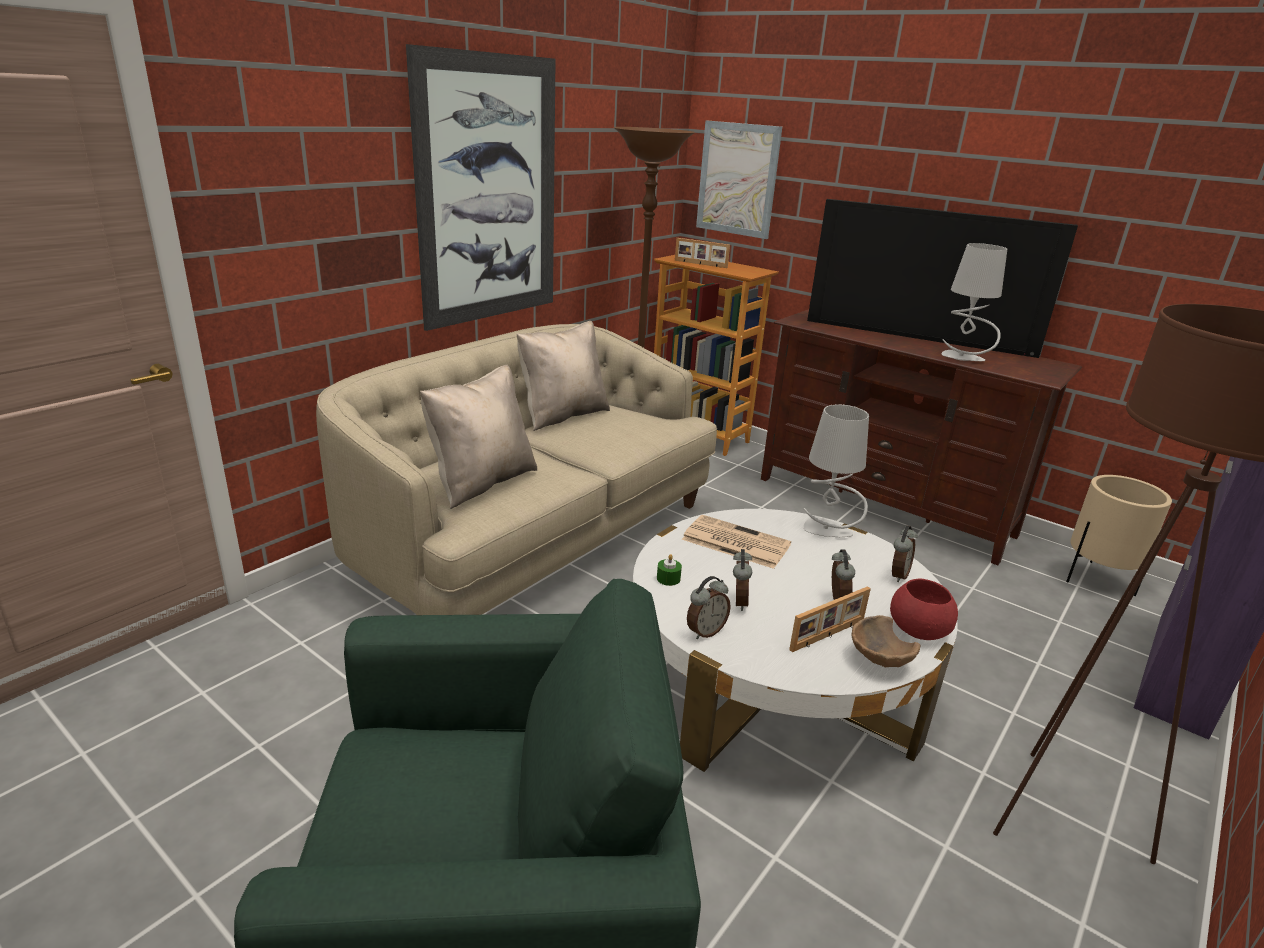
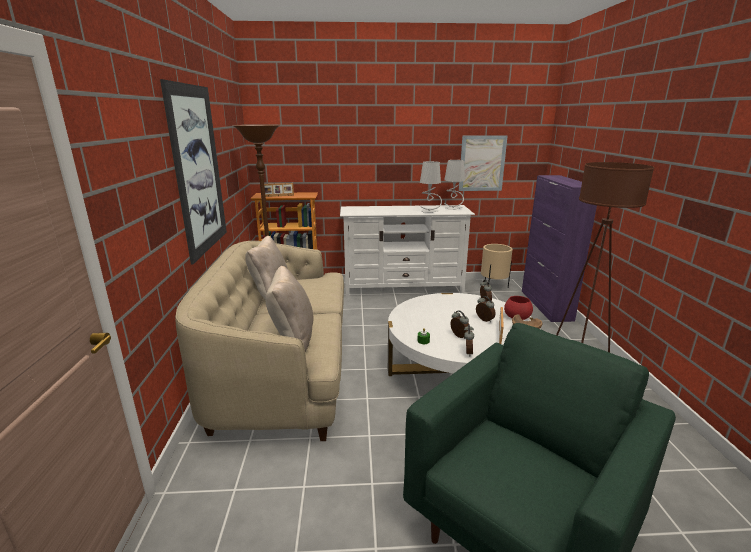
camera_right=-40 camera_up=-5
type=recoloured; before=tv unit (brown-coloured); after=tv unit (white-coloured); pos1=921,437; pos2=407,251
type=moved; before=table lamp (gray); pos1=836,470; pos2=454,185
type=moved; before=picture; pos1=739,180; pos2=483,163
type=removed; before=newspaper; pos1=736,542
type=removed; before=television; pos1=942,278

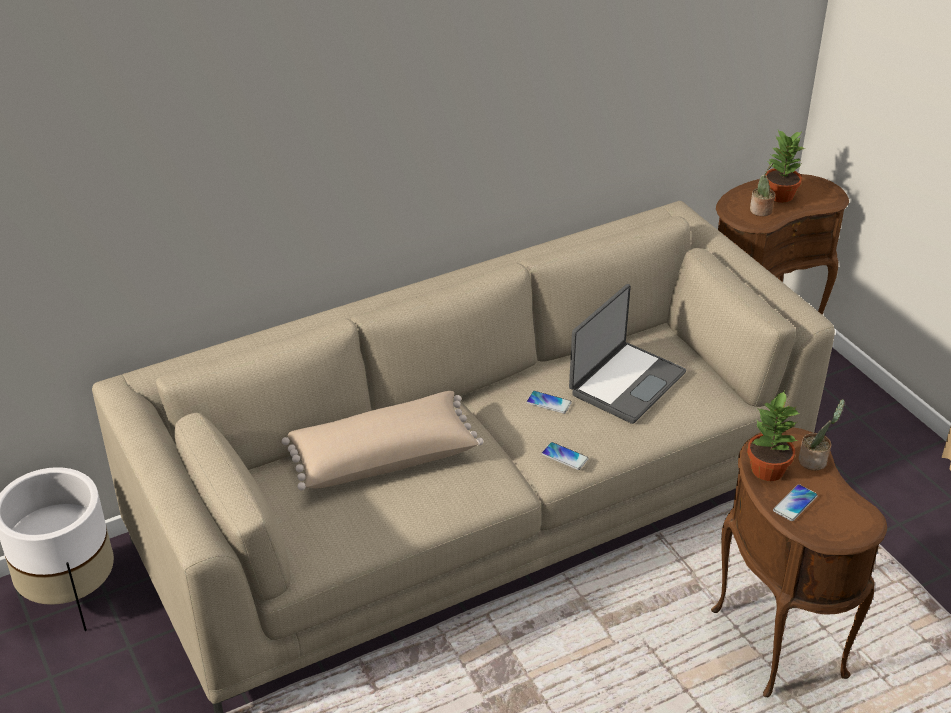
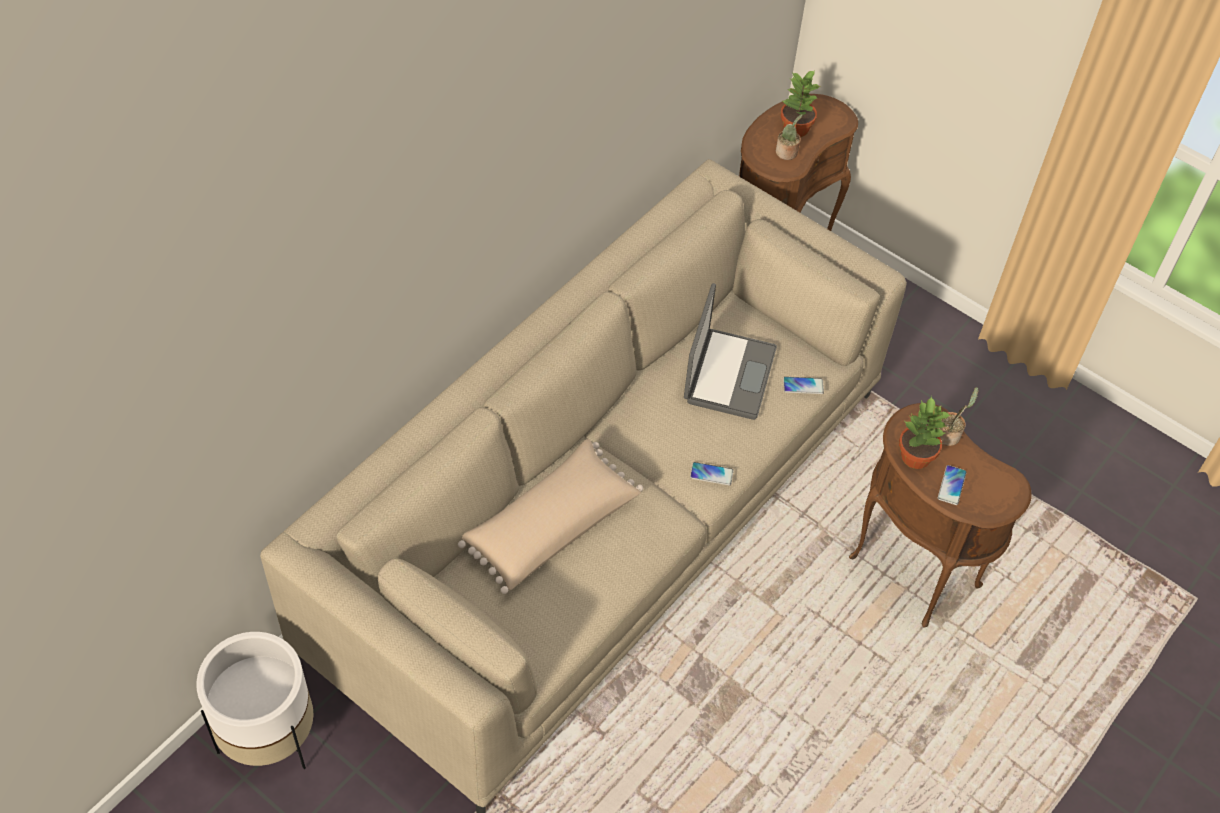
camera_right=-25 camera_up=15
type=moved; before=phone; pos1=549,402; pos2=803,385

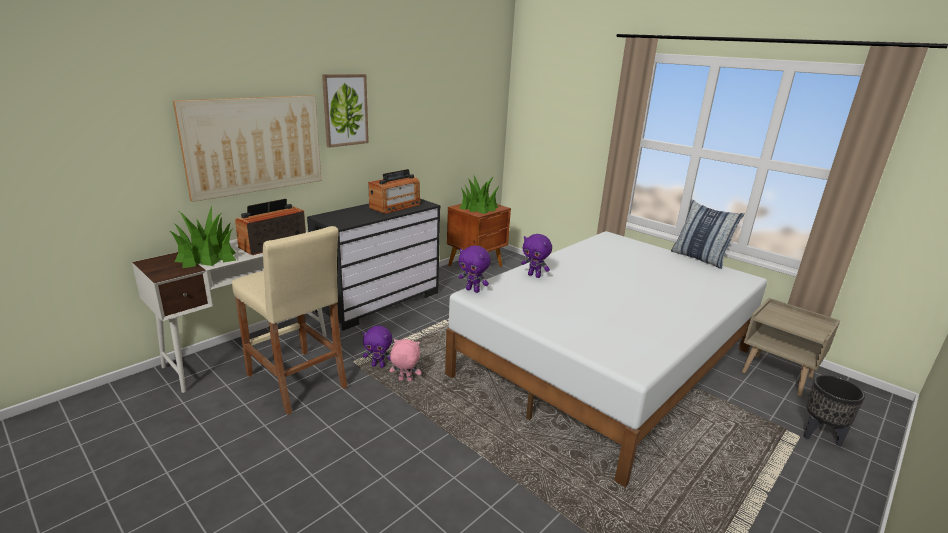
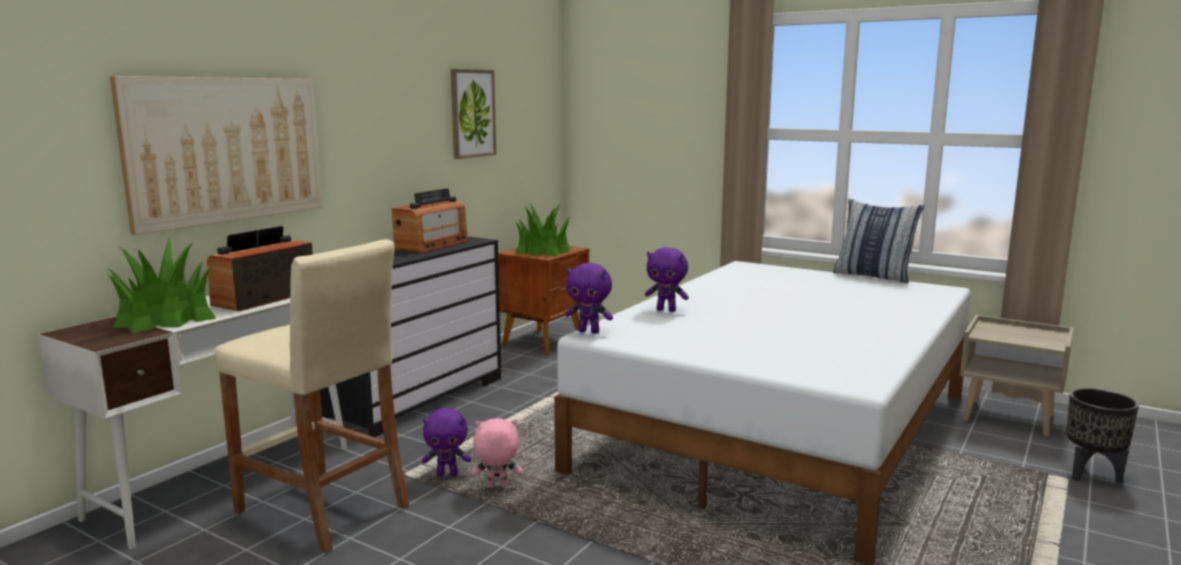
camera_right=-10 camera_up=-10
type=moved; before=picture; pos1=345,111; pos2=473,114

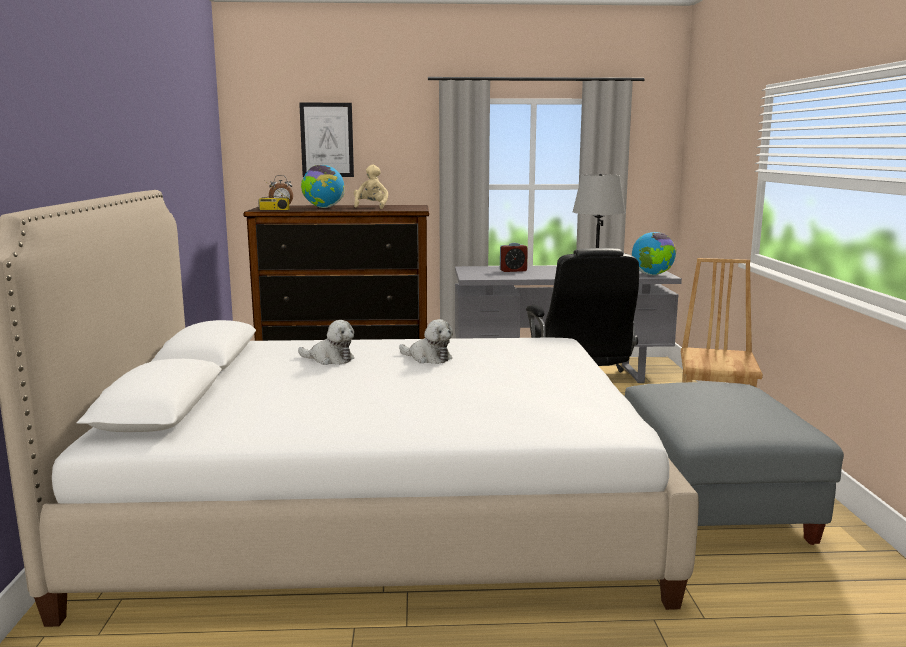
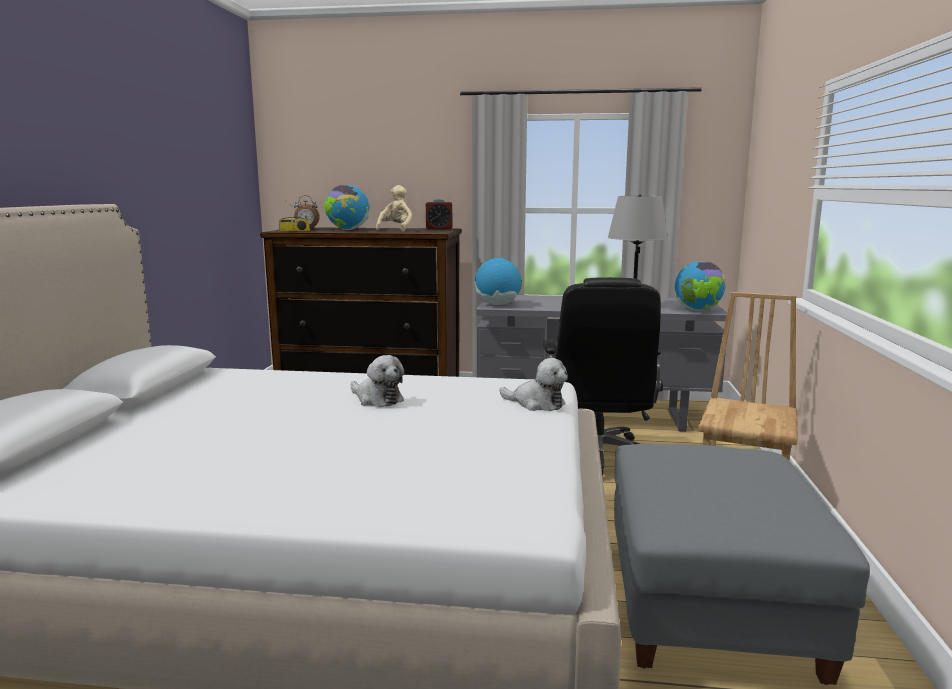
camera_right=10 camera_up=0
type=moved; before=bedside clock; pos1=514,257; pos2=439,214
type=added; after=world globe; pos2=498,281
type=moved; before=cuddly toy; pos1=326,342; pos2=534,384
type=removed; before=picture; pos1=326,140

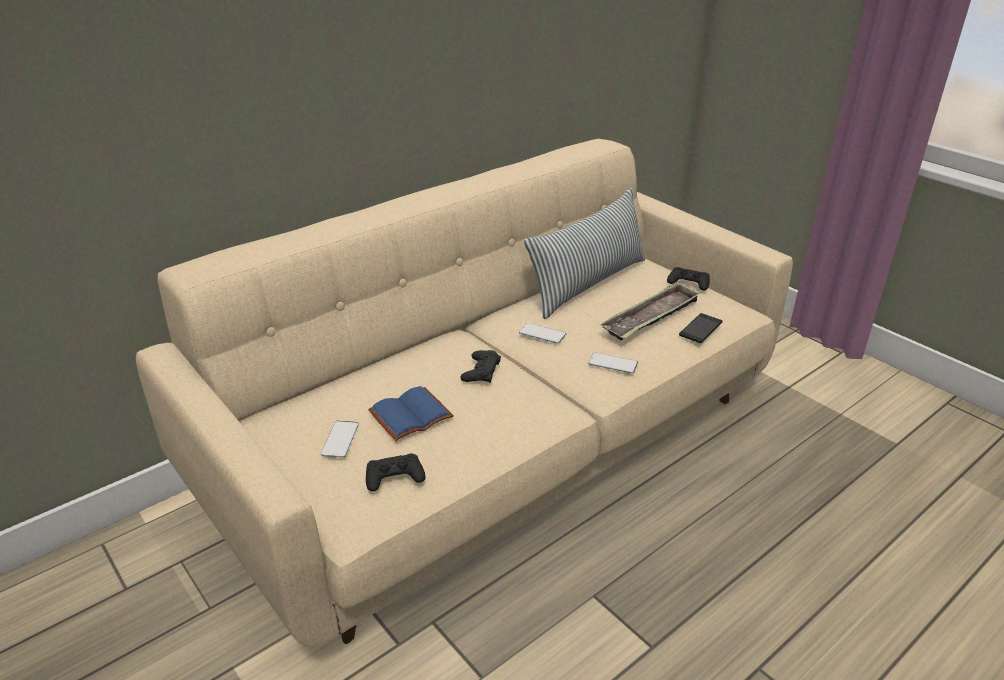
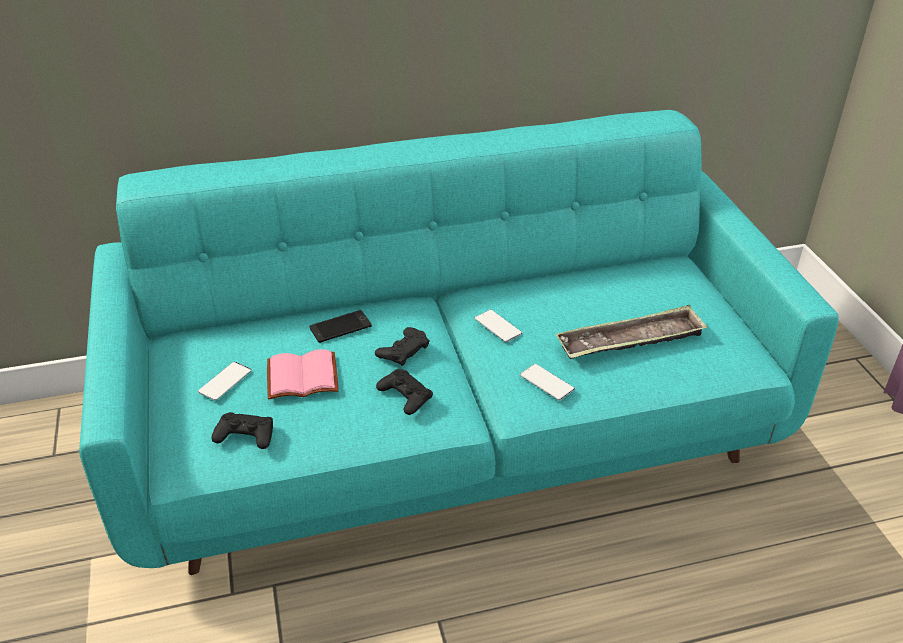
camera_right=25 camera_up=5
type=recoloured; before=couch (sand-coloured); after=couch (turquoise); pos1=464,393; pos2=459,342
type=recoloured; before=book (bluish); after=book (pink); pos1=411,413; pos2=303,374
type=moved; before=phone; pos1=700,328; pos2=340,326
type=moved; before=game controller (blackish); pos1=688,279; pos2=404,392
type=removed; before=cushion; pos1=584,253

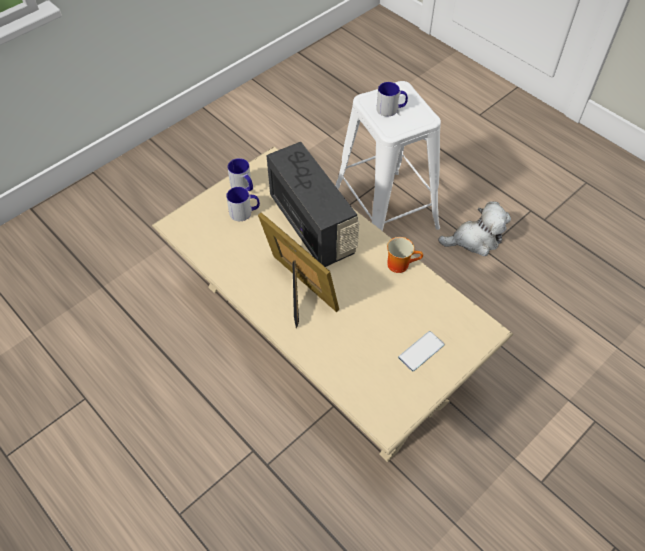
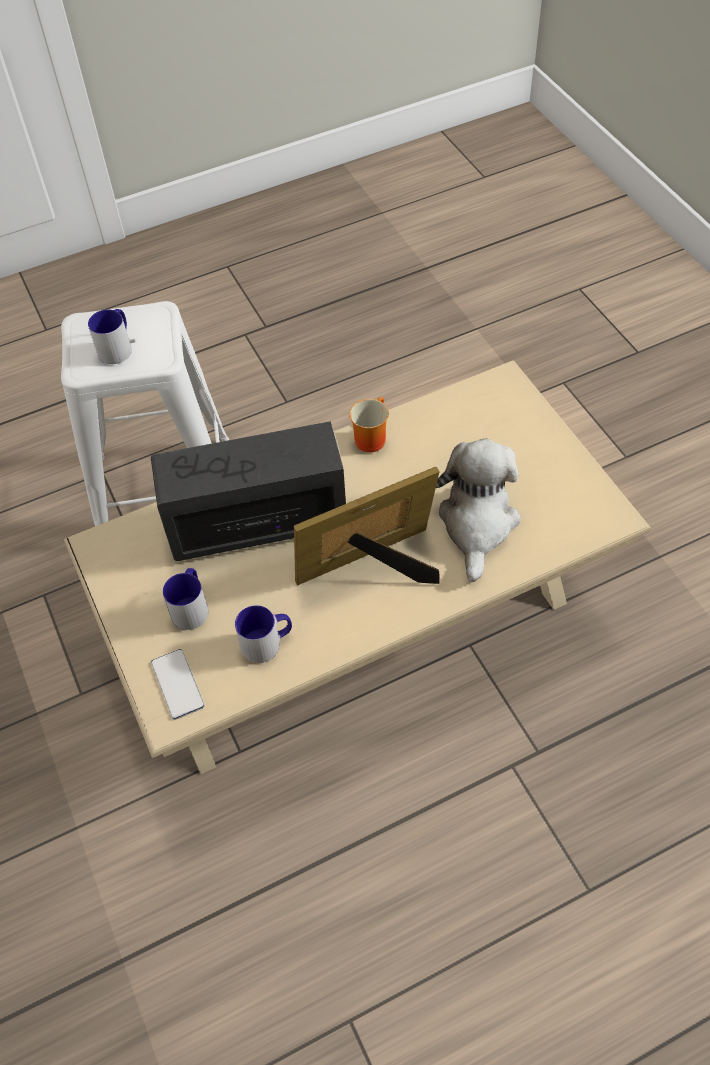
camera_right=-70 camera_up=0
type=moved; before=phone; pos1=421,351; pos2=177,684
type=moved; before=mug; pos1=240,174; pos2=263,634
type=moved; before=cuddly toy; pos1=474,228; pos2=478,510

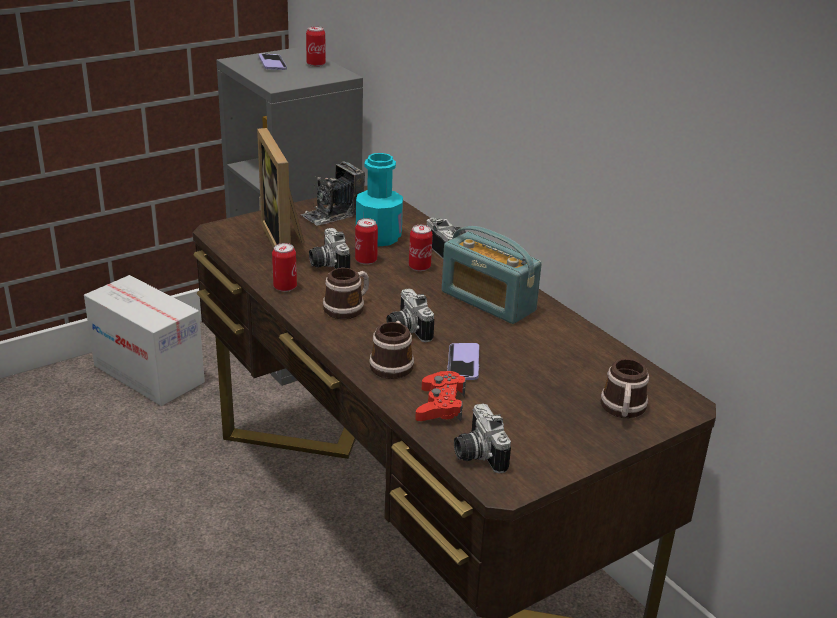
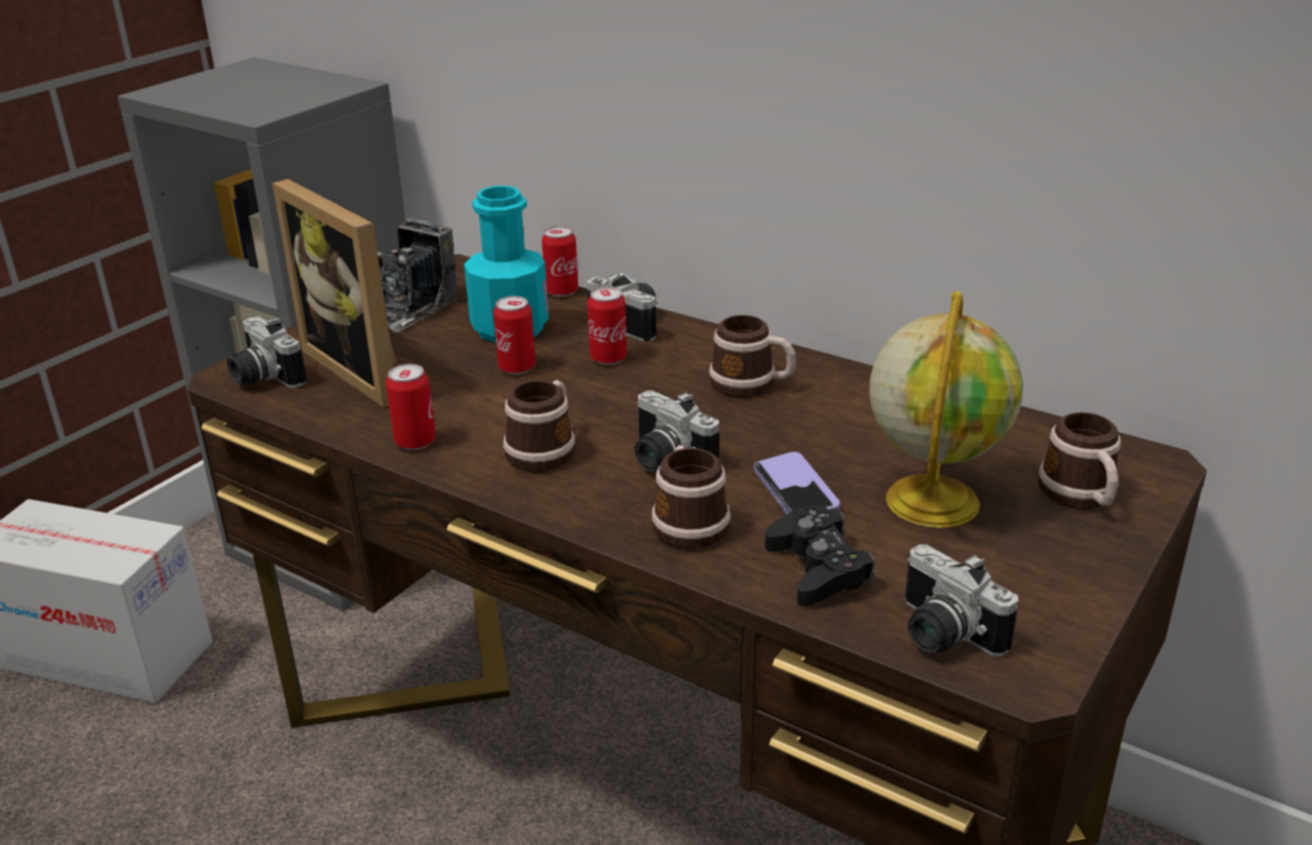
camera_right=-20 camera_up=0
type=moved; before=photo camera; pos1=329,248; pos2=266,352
type=moved; before=metal can; pos1=316,46; pos2=560,261
type=replaced; before=radio receiver; after=mug; pos1=492,275; pos2=752,356
type=recoloured; before=game controller (reddish); after=game controller (blackish); pos1=440,396; pos2=820,556
type=added; after=world globe; pos2=946,409
type=removed; before=phone; pos1=272,61

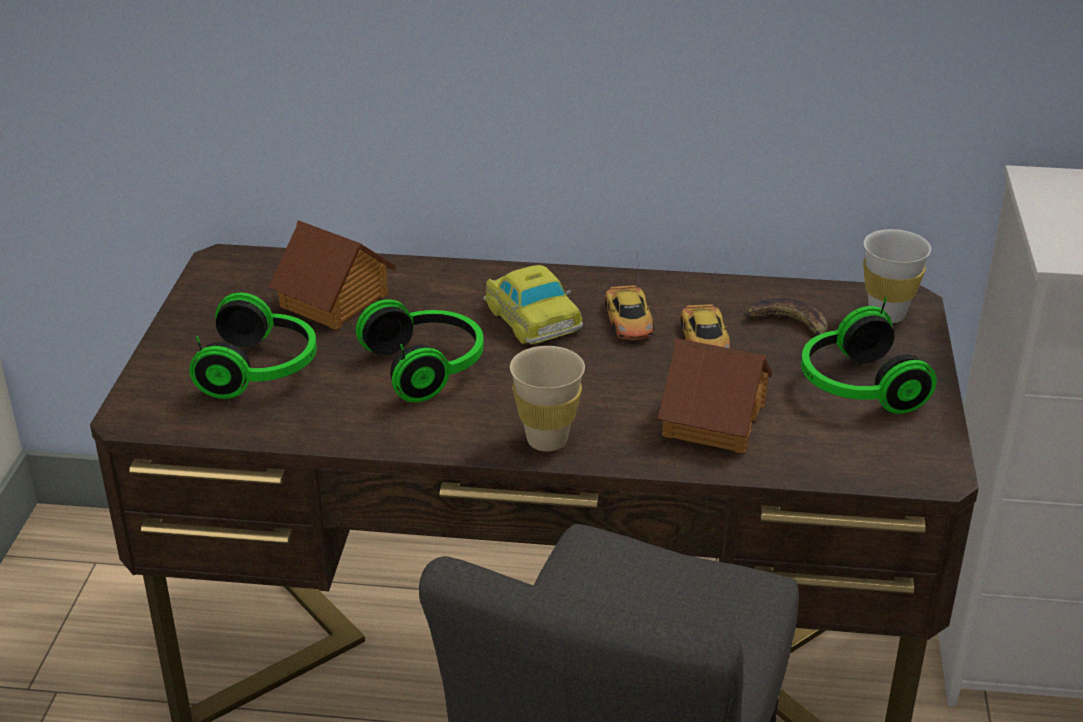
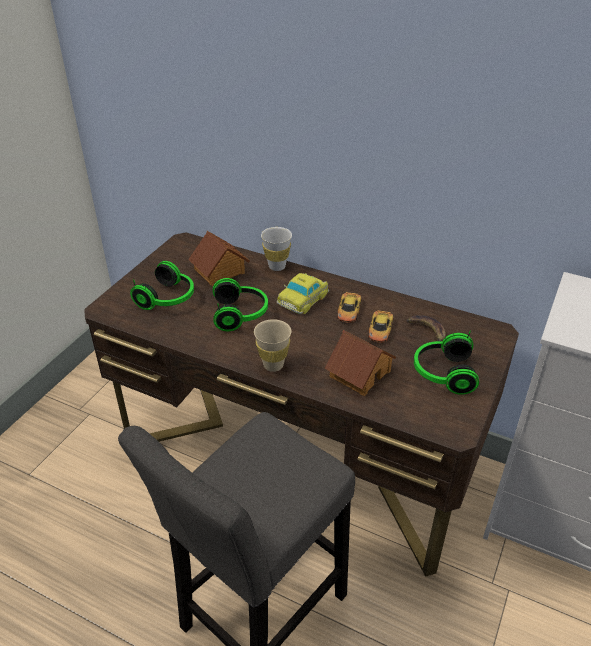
camera_right=20 camera_up=5
type=moved; before=small cup (white-coloured); pos1=897,276; pos2=276,249
type=turned; before=model car; pos1=533,305; pos2=303,293; turn=45

